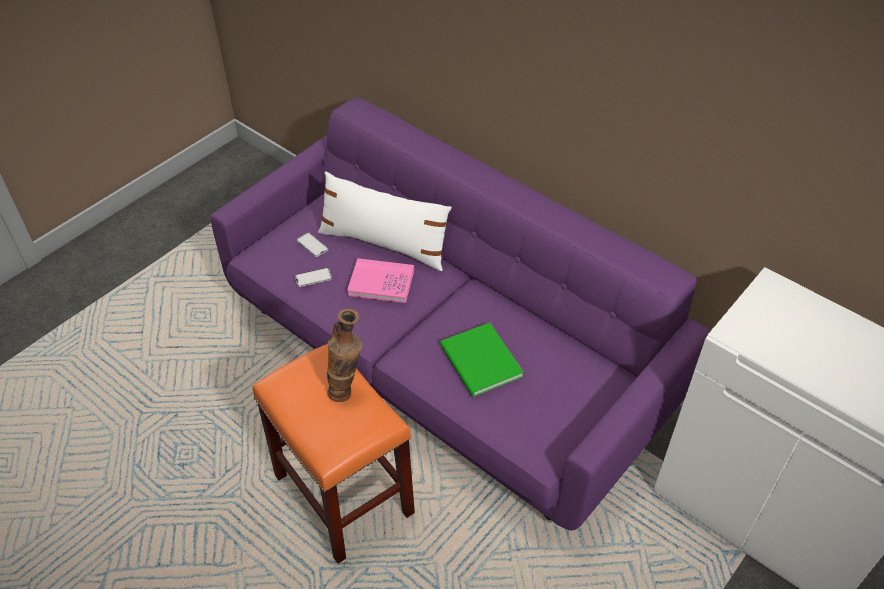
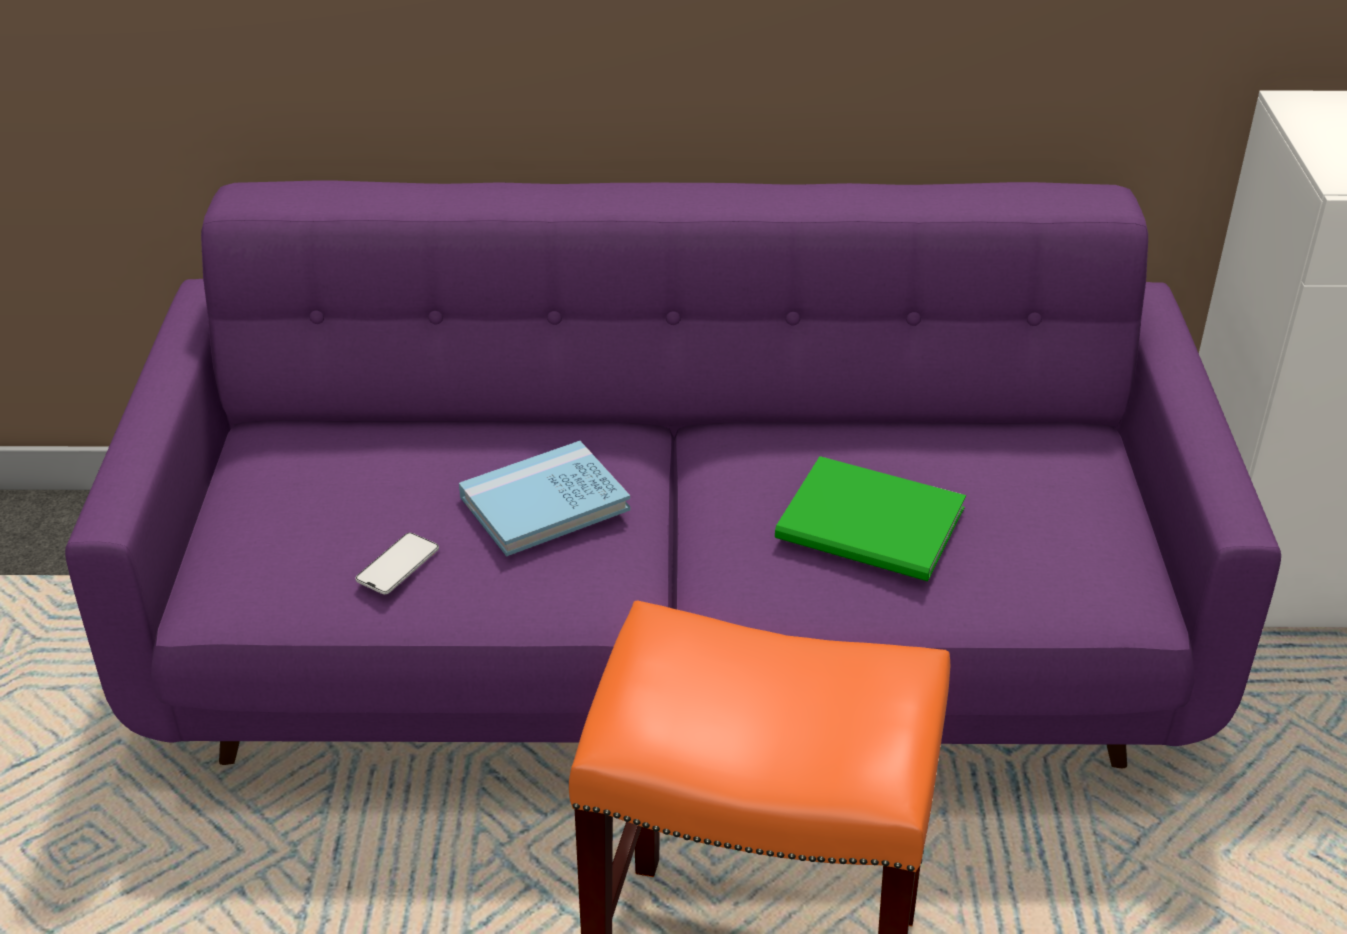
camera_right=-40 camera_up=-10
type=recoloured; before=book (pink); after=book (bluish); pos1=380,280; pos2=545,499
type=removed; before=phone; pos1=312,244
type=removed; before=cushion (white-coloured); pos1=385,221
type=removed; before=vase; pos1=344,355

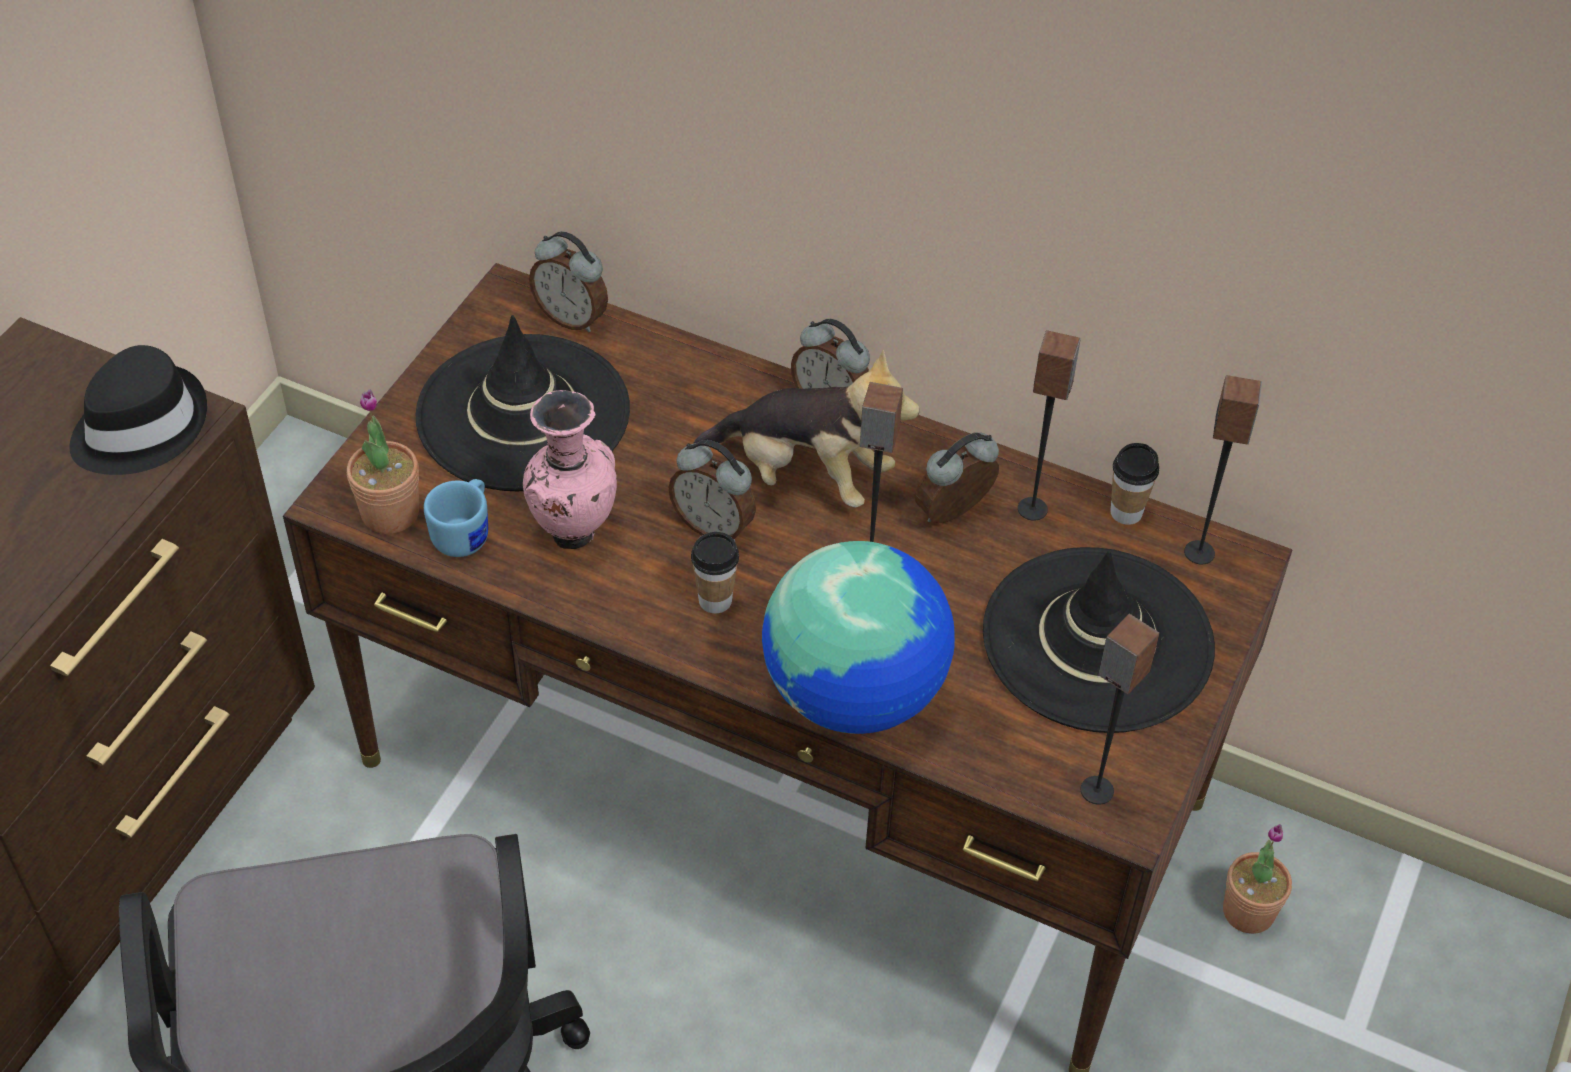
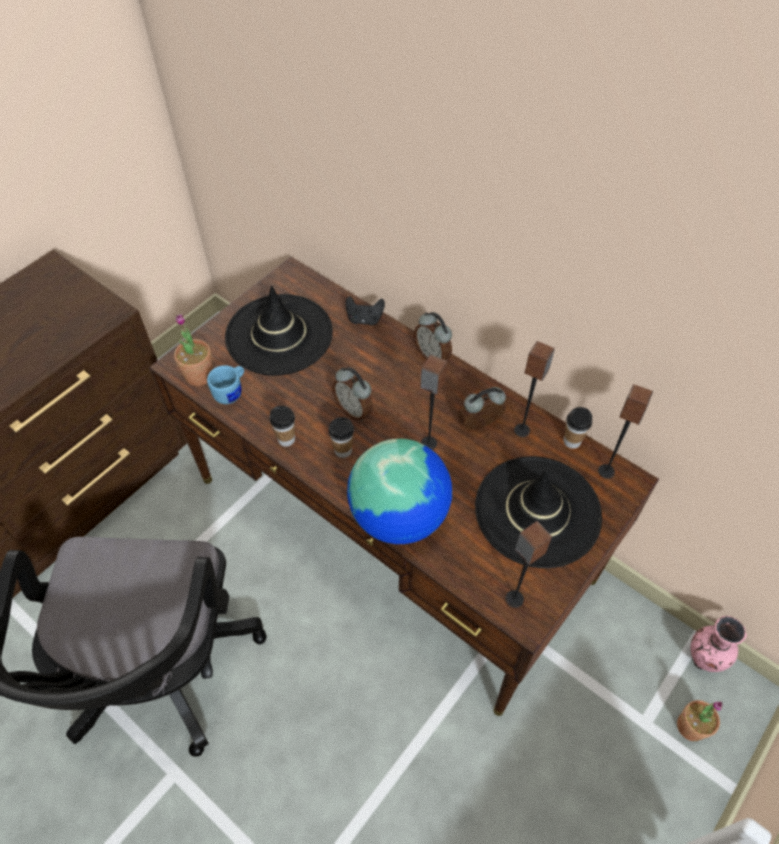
camera_right=15 camera_up=5
type=added; after=small cup; pos2=282,426
type=added; after=game controller (blackish); pos2=365,310
type=moved; before=plant in a pot; pos1=1257,879; pos2=699,720
type=moved; before=vase (pink); pos1=570,469; pos2=718,644
type=removed; before=hat (blackish); pos1=138,410
type=removed; before=bedside clock; pos1=568,281
type=removed; before=cuddly toy; pos1=807,428

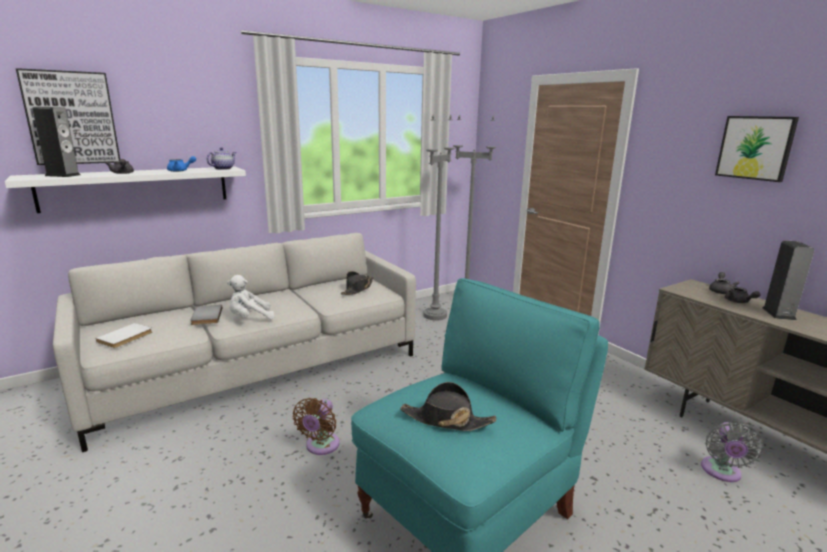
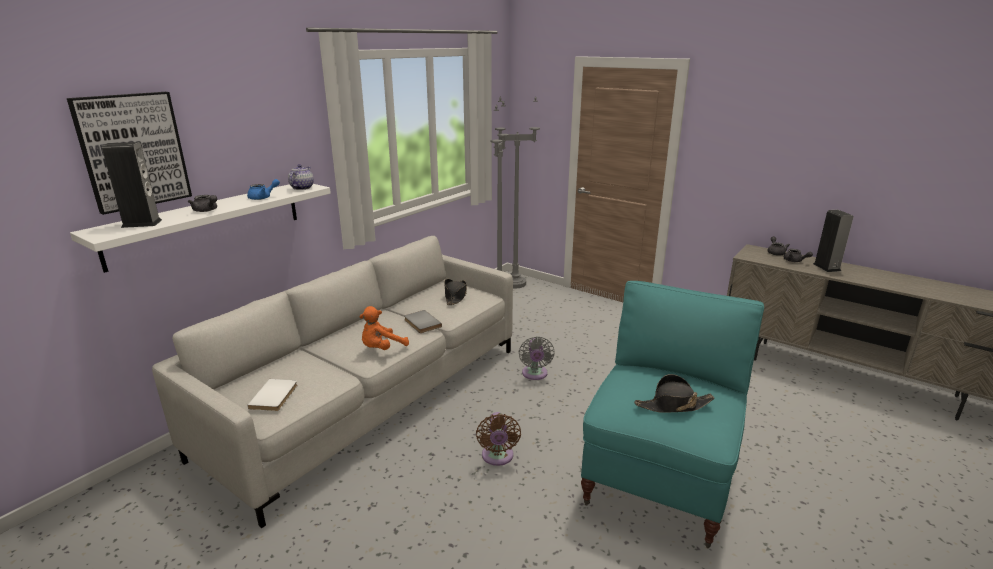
camera_right=-20 camera_up=5
type=recoloured; before=cuddly toy (white-coloured); after=cuddly toy (orange); pos1=251,297; pos2=384,328
type=moved; before=book (gray); pos1=206,315; pos2=423,321
type=moved; before=cooling fan (gray); pos1=732,452; pos2=536,358
type=removed; before=picture; pos1=757,149

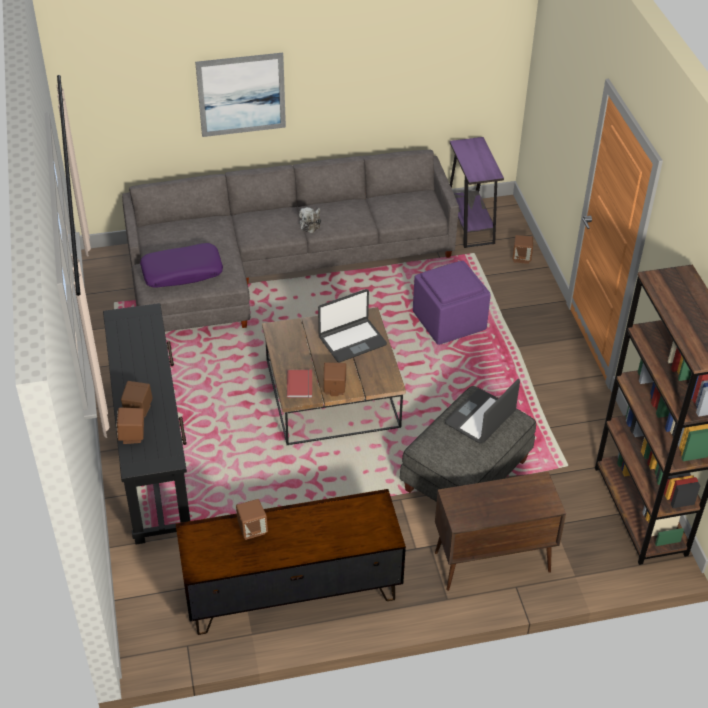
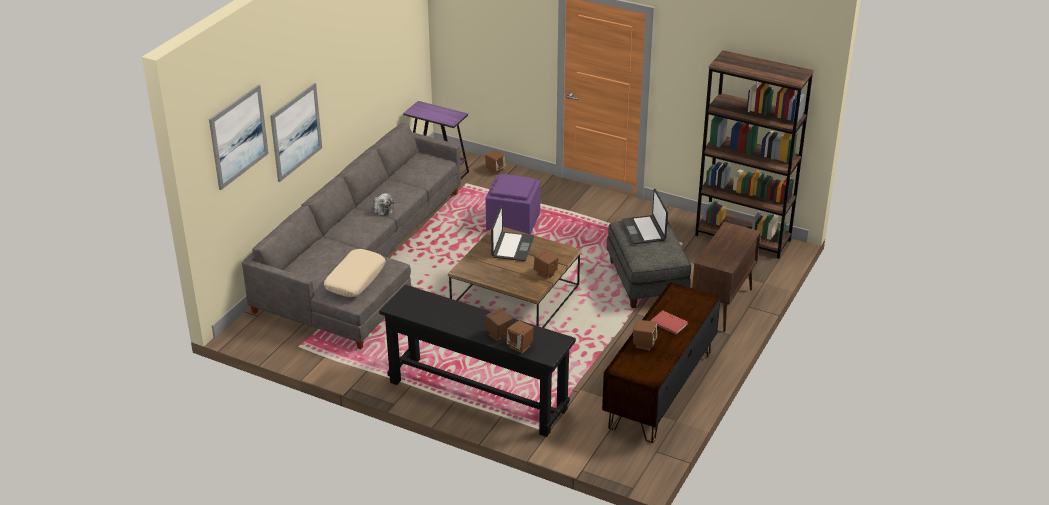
camera_right=-50 camera_up=-10
type=added; after=picture; pos2=239,137
type=recoloured; before=cushion (purple-coloured); after=cushion (sand-coloured); pos1=181,265; pos2=355,273
type=moved; before=book (reddish); pos1=299,383; pos2=669,322

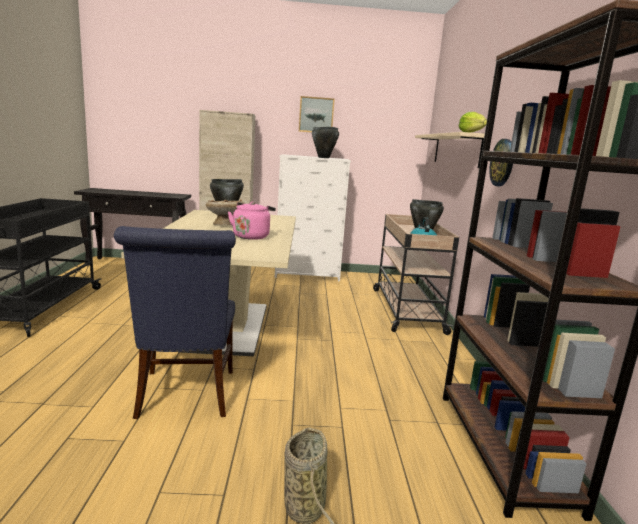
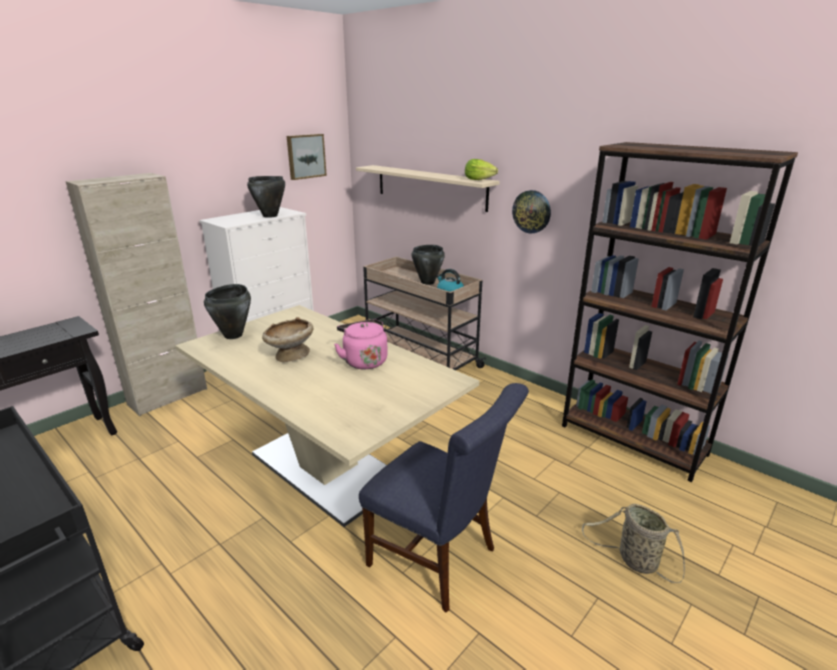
camera_right=-45 camera_up=10
type=moved; before=picture; pos1=317,114; pos2=307,157

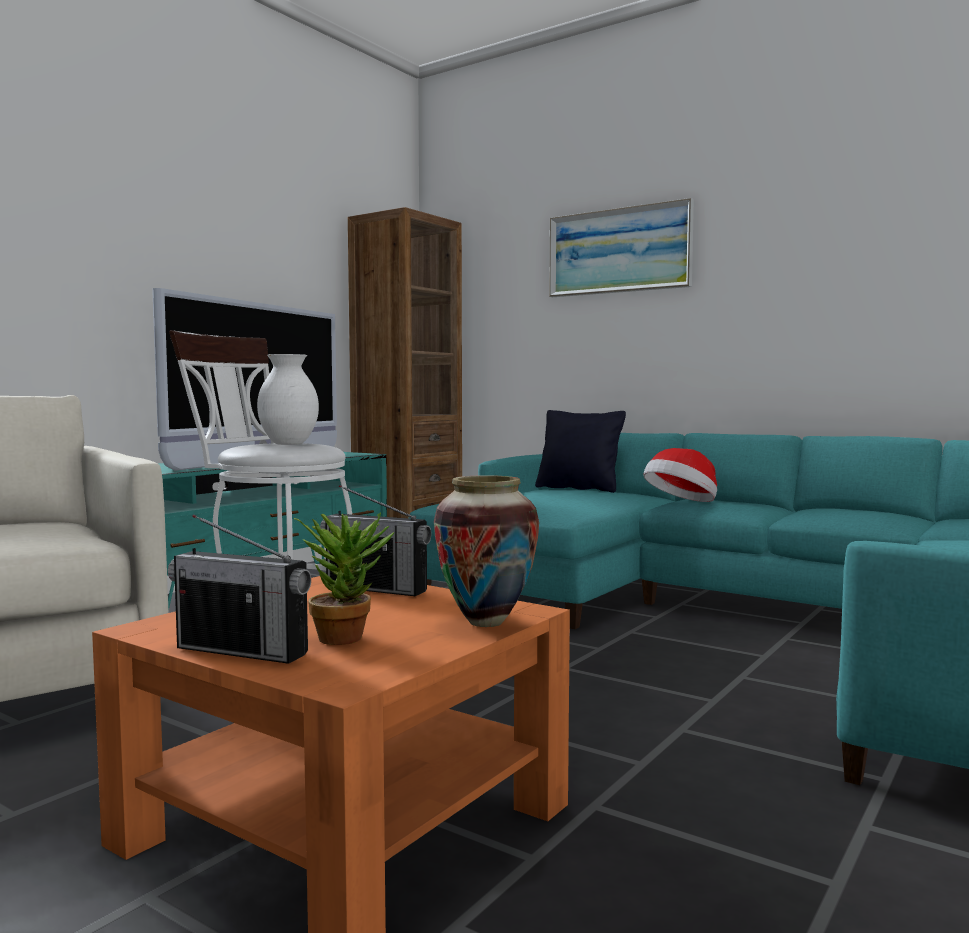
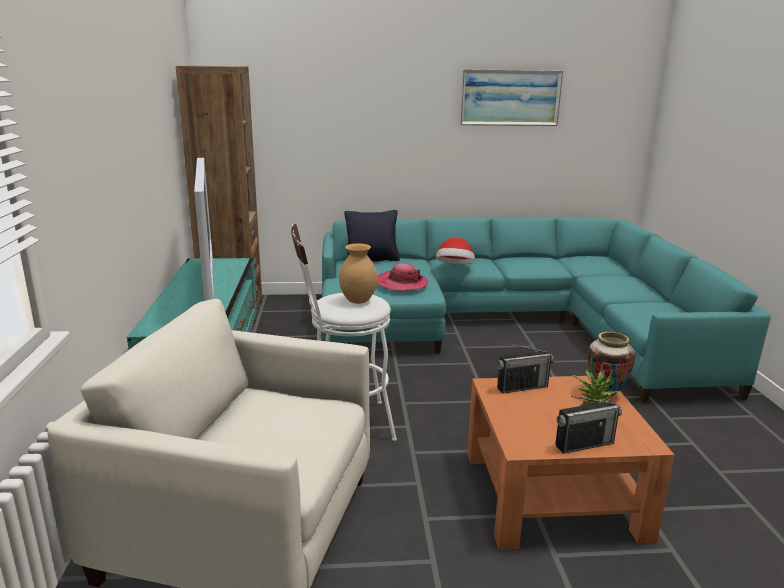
camera_right=-40 camera_up=15
type=recoloured; before=vase (white-coloured); after=vase (brown-coloured); pos1=288,399; pos2=358,273
type=added; after=hat; pos2=403,277
type=moved; before=picture; pos1=621,247; pos2=511,97

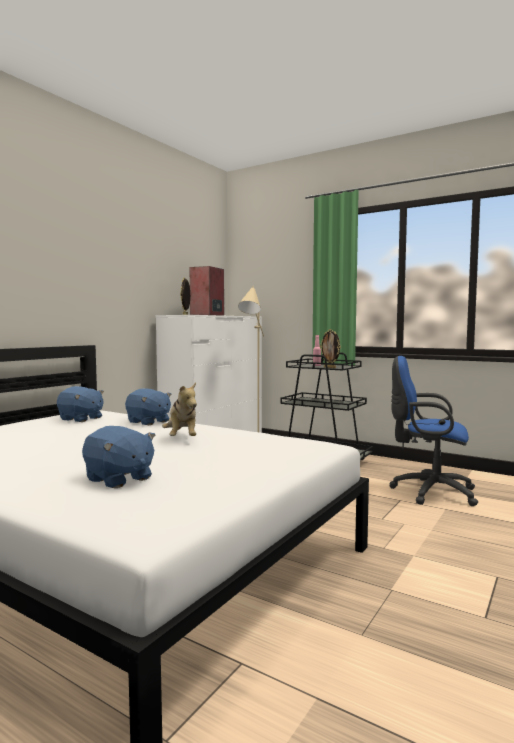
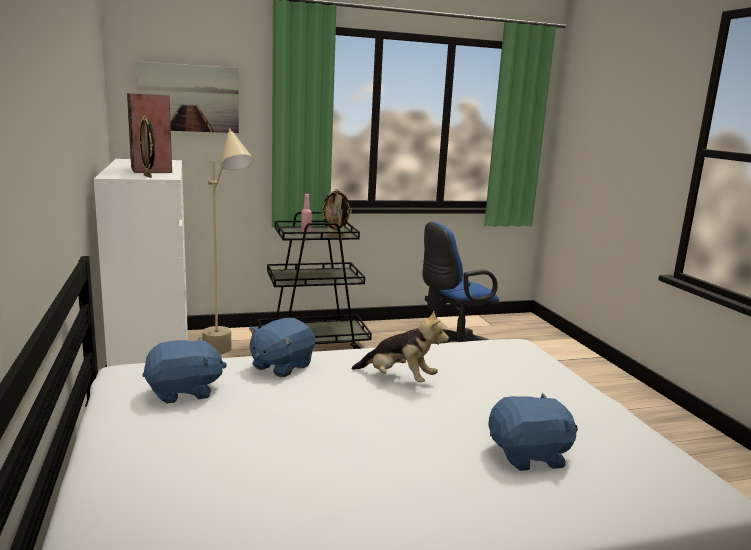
camera_right=-50 camera_up=10
type=added; after=picture; pos2=187,97
type=turned; before=cuddly toy (bluish); pos1=148,406; pos2=282,347; turn=135

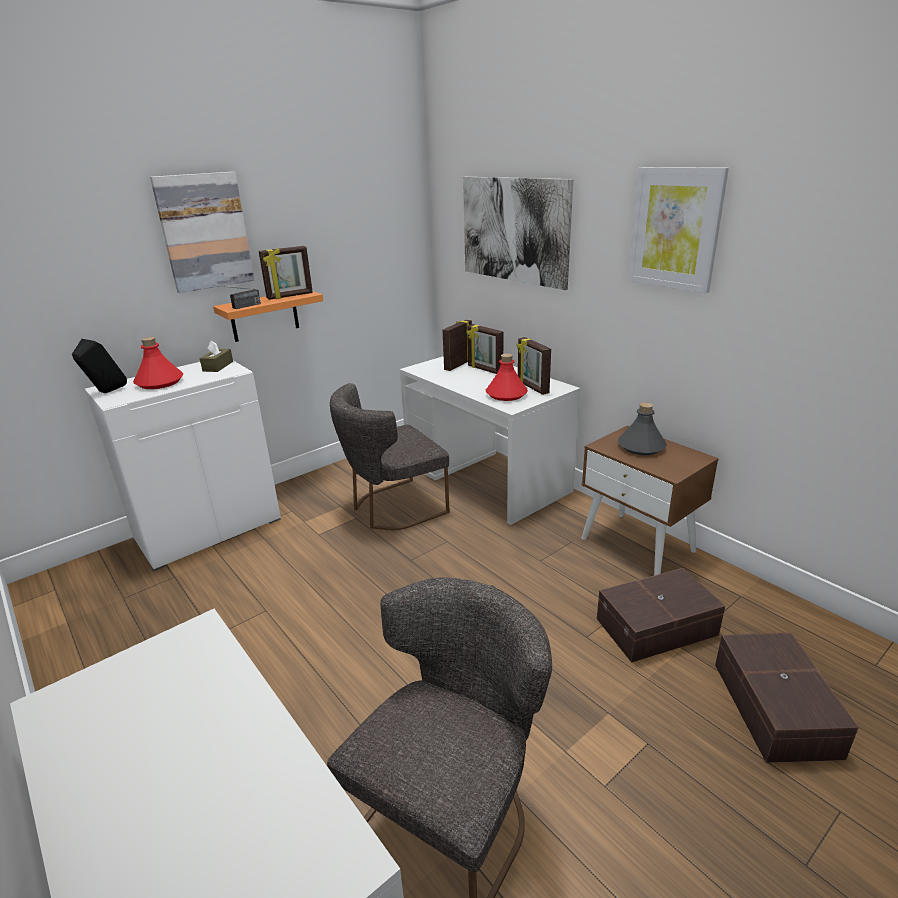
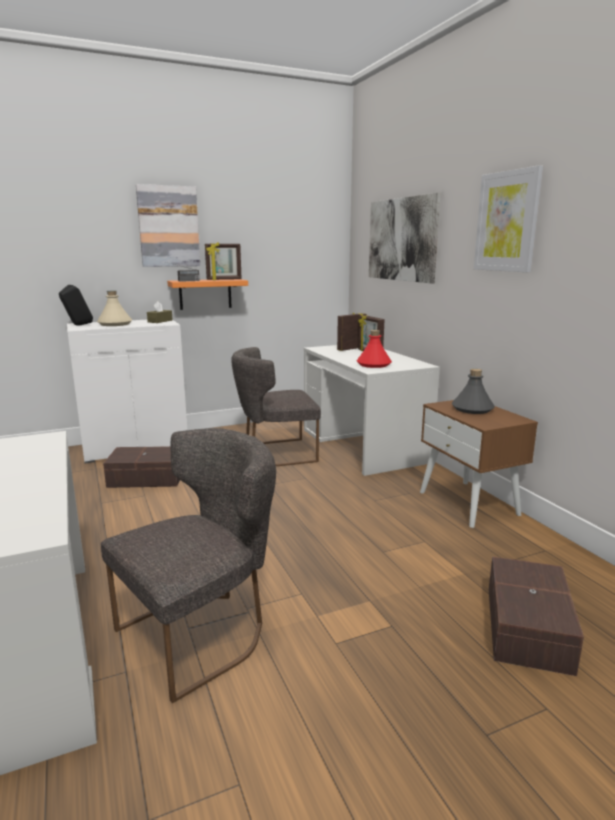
camera_right=15 camera_up=-10
type=recoloured; before=bottle (reddish); after=bottle (sand-coloured); pos1=158,363; pos2=114,308
type=moved; before=storage box (brown-coloured); pos1=661,615; pos2=141,467
type=removed; before=photo frame; pos1=534,366

